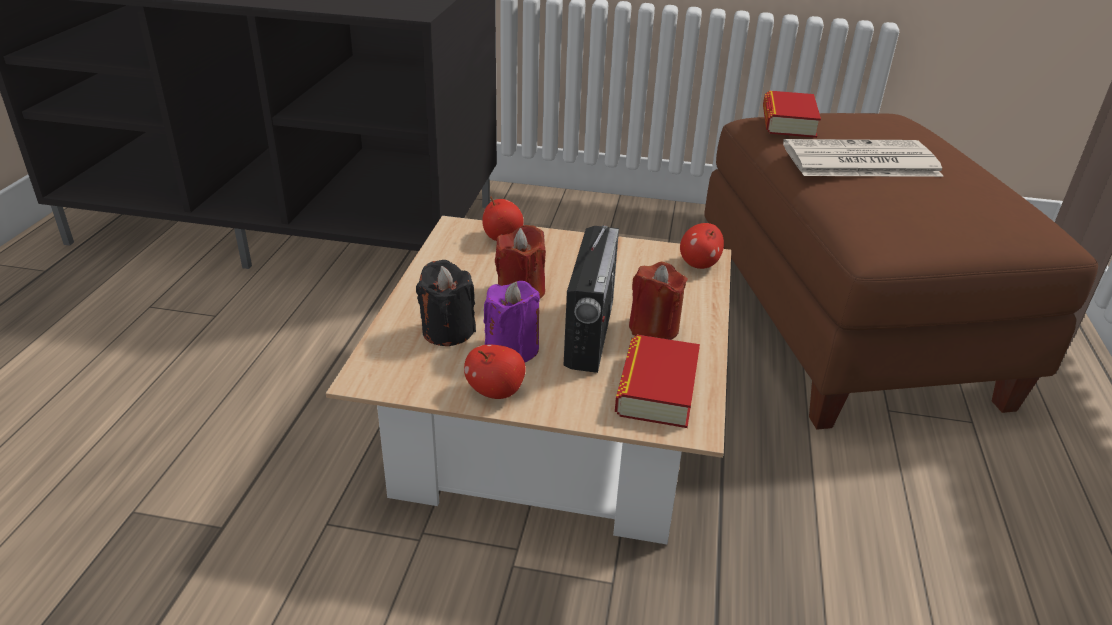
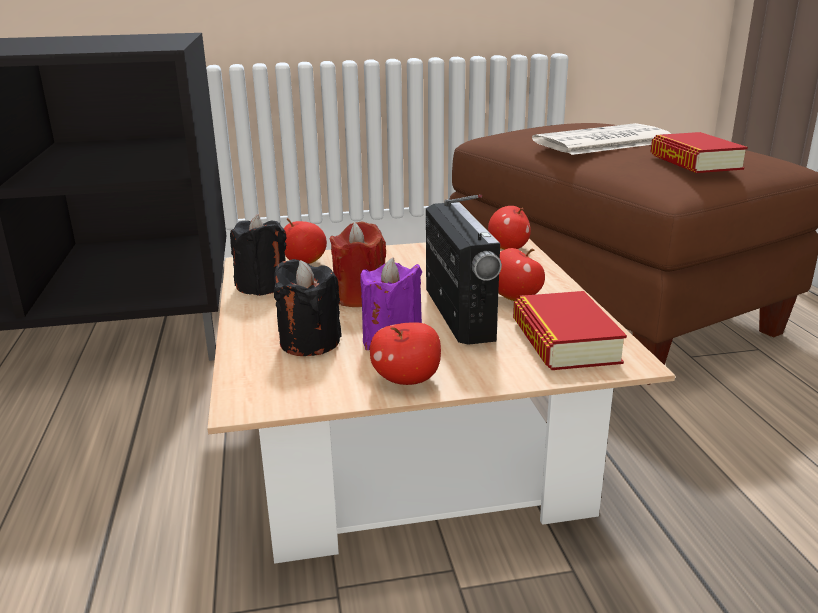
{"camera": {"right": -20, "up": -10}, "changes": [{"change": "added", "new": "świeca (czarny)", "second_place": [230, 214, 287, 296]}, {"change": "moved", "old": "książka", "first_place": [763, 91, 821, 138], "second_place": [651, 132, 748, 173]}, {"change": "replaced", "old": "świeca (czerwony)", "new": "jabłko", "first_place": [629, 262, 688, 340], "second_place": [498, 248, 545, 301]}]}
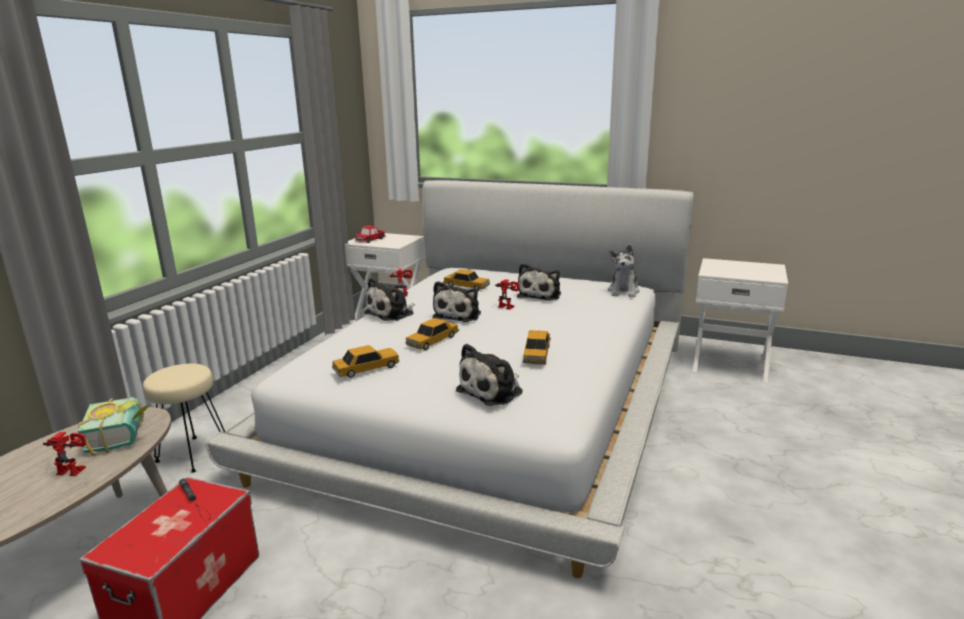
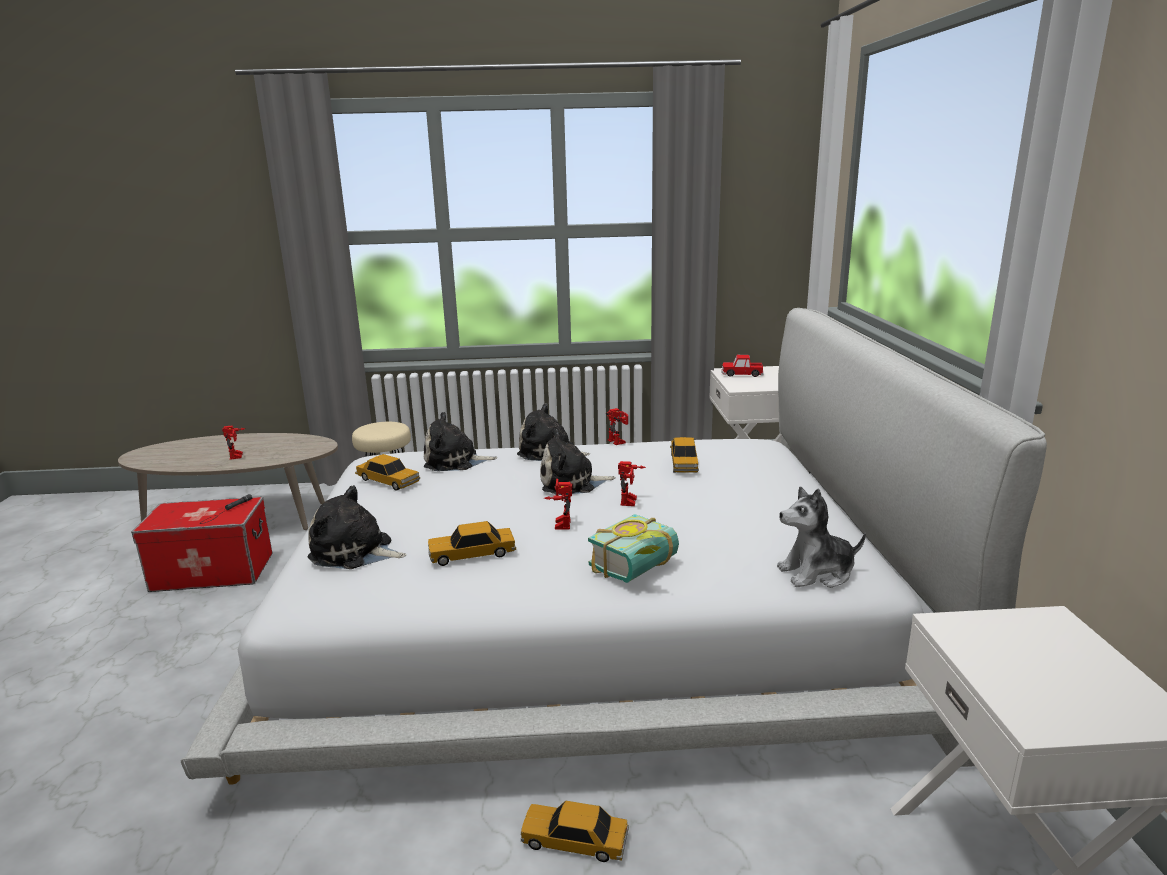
{"camera": {"right": 65, "up": 0}, "changes": [{"change": "added", "new": "robot zabawkowy", "second_place": [544, 479, 572, 530]}, {"change": "moved", "old": "książka", "first_place": [78, 397, 150, 455], "second_place": [588, 514, 679, 583]}, {"change": "moved", "old": "samochodzik", "first_place": [405, 318, 459, 350], "second_place": [521, 801, 629, 862]}, {"change": "moved", "old": "pluszak", "first_place": [517, 263, 561, 301], "second_place": [424, 412, 497, 471]}]}
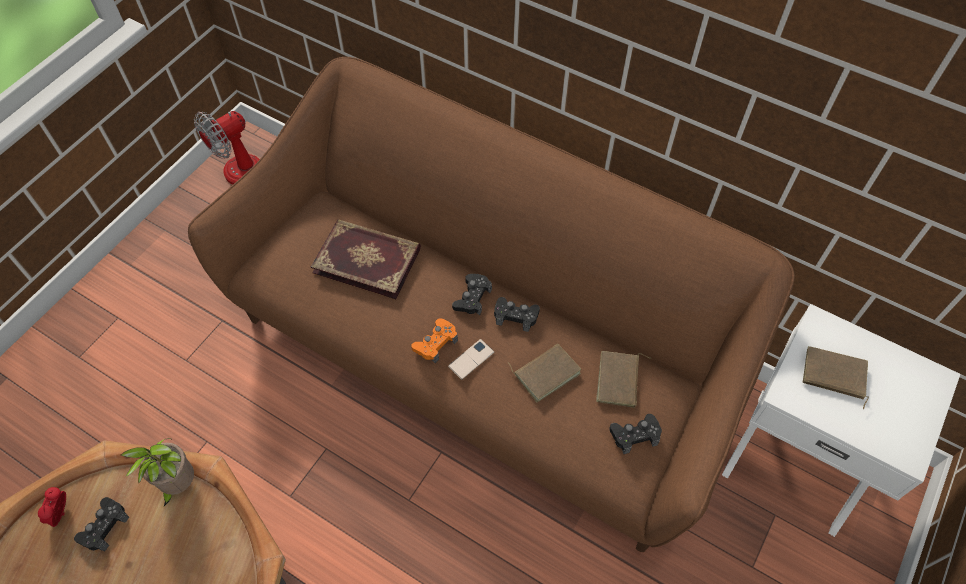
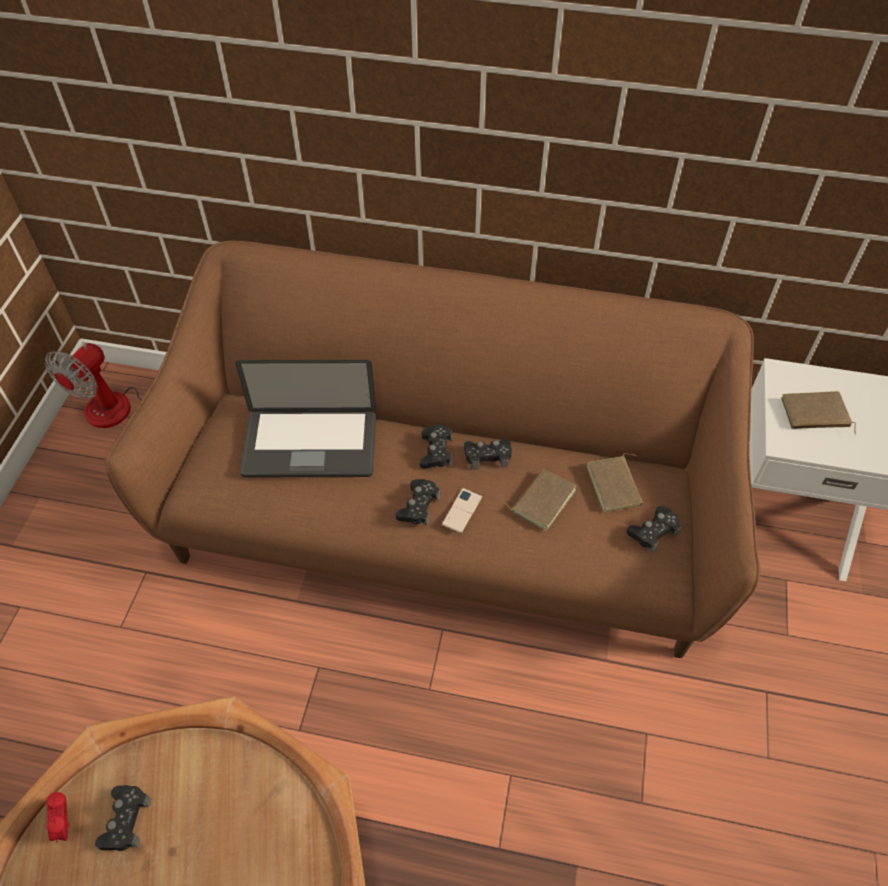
{"camera": {"right": -20, "up": -5}, "changes": [{"change": "removed", "old": "roślina doniczkowa", "first_place": [121, 438, 194, 506]}, {"change": "replaced", "old": "książka", "new": "laptop", "first_place": [311, 219, 421, 299], "second_place": [235, 360, 376, 477]}, {"change": "recoloured", "old": "pad do gier (pomarańczowy)", "new": "pad do gier (czarny)", "first_place": [411, 318, 458, 363], "second_place": [396, 479, 440, 526]}]}
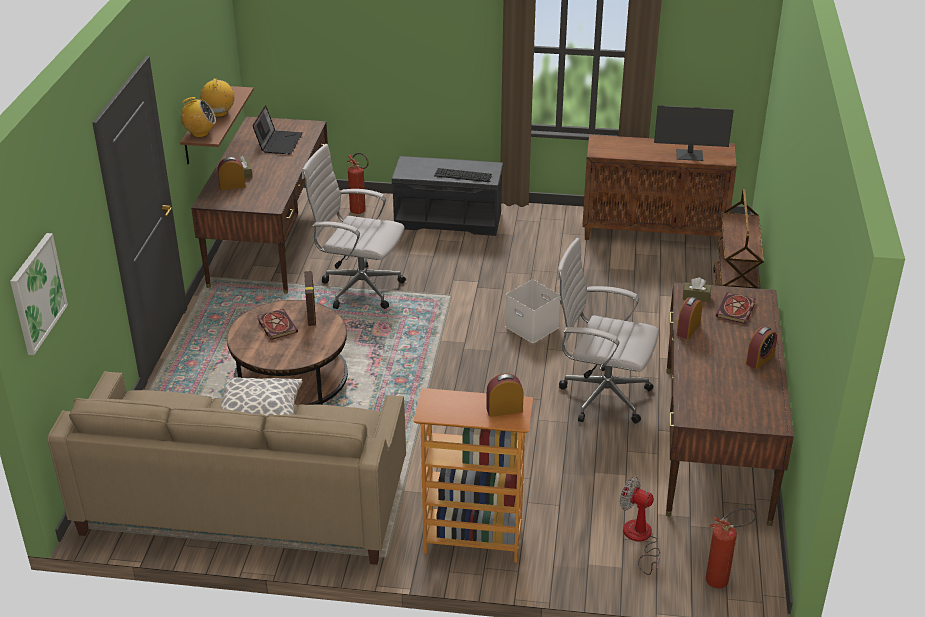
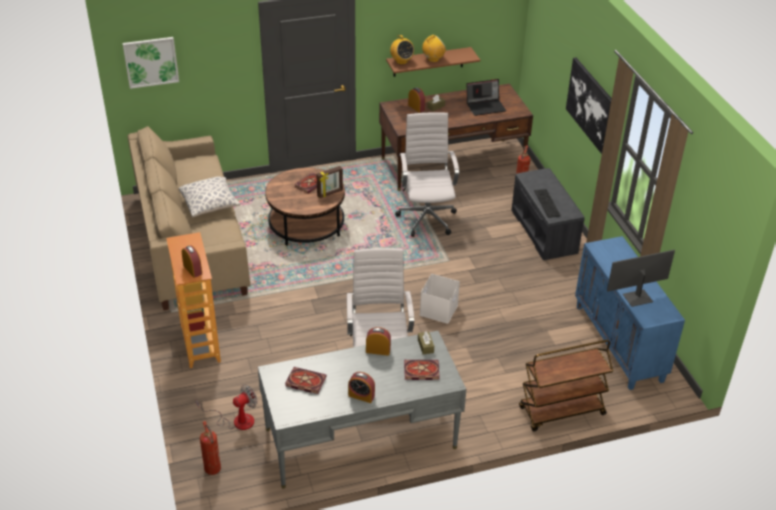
{"camera": {"right": 65, "up": 5}, "changes": [{"change": "added", "new": "książka", "second_place": [285, 367, 327, 394]}, {"change": "added", "new": "obraz", "second_place": [566, 58, 612, 154]}, {"change": "recoloured", "old": "szafka (brązowy)", "new": "szafka (niebieski)", "first_place": [582, 135, 737, 249], "second_place": [575, 236, 685, 390]}, {"change": "recoloured", "old": "biurko (brązowy)", "new": "biurko (szary)", "first_place": [666, 283, 794, 526], "second_place": [258, 331, 466, 489]}, {"change": "turned", "old": "wentylator", "first_place": [620, 477, 660, 575], "second_place": [196, 384, 258, 430], "degrees": 45}, {"change": "turned", "old": "monitor", "first_place": [654, 105, 734, 161], "second_place": [607, 250, 675, 307], "degrees": 90}]}
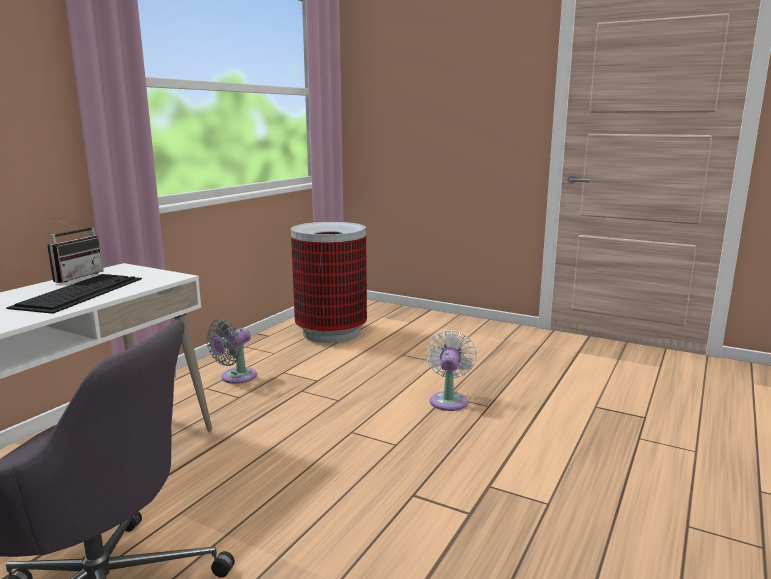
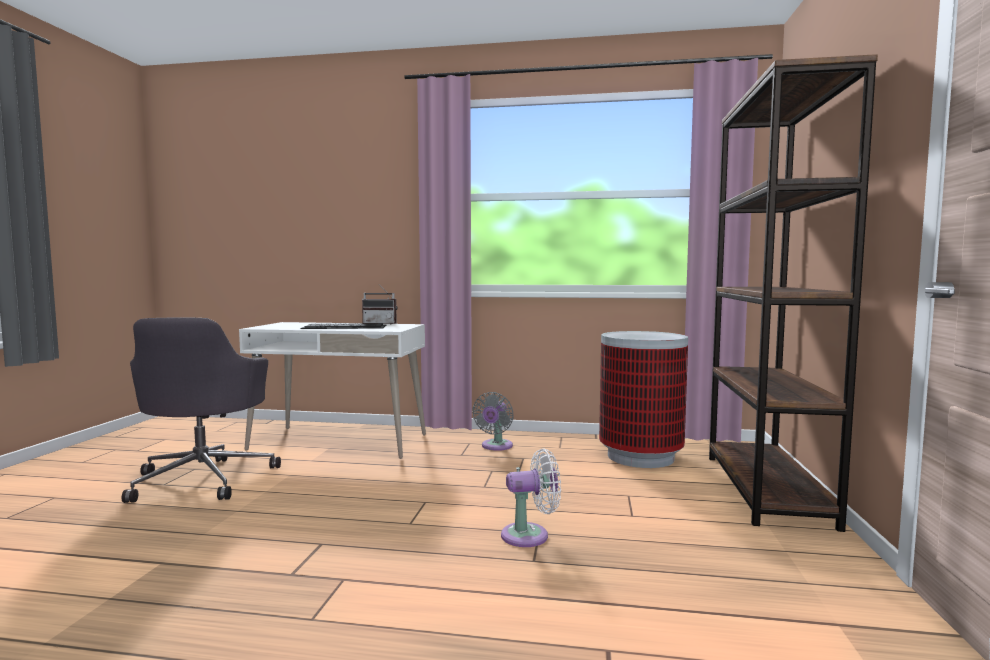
{"camera": {"right": 70, "up": -10}, "changes": [{"change": "added", "new": "regał (brązowy)", "second_place": [709, 54, 878, 532]}, {"change": "turned", "old": "wentylator (szary)", "first_place": [206, 319, 257, 384], "second_place": [472, 392, 514, 451], "degrees": -90}]}
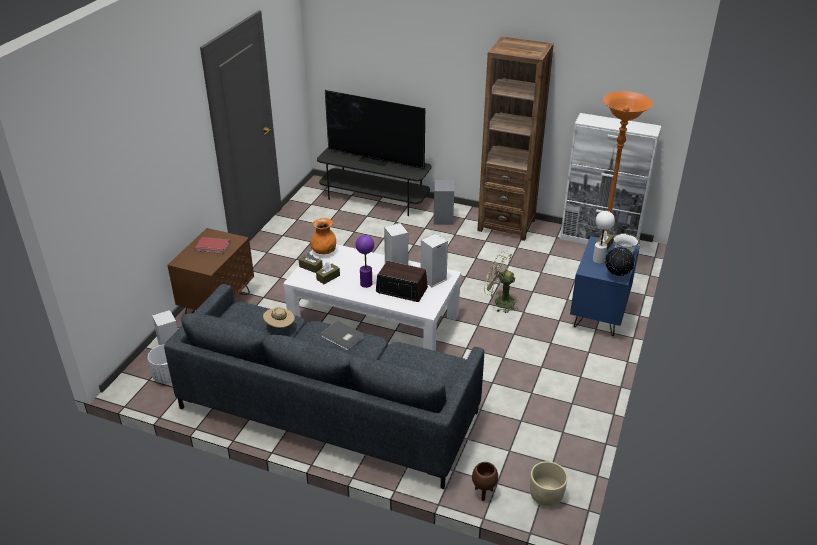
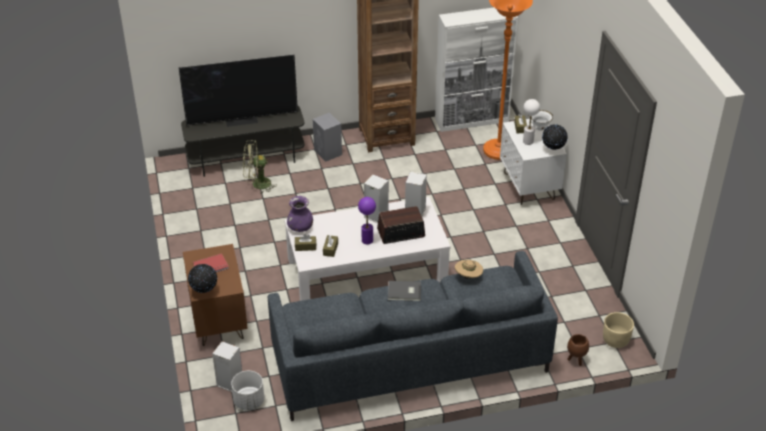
{"camera": {"right": -35, "up": 5}, "changes": [{"change": "added", "new": "globus", "second_place": [188, 264, 217, 293]}, {"change": "moved", "old": "kapelusz (beżowy)", "first_place": [263, 307, 295, 328], "second_place": [455, 259, 483, 279]}, {"change": "moved", "old": "wentylator (zielony)", "first_place": [484, 251, 519, 313], "second_place": [243, 140, 276, 194]}, {"change": "recoloured", "old": "wazon (pomarańczowy)", "new": "wazon (fioletowy)", "first_place": [310, 218, 336, 254], "second_place": [287, 196, 313, 232]}, {"change": "recoloured", "old": "szafka nocna (niebieski)", "new": "szafka nocna (biały)", "first_place": [570, 236, 640, 336], "second_place": [500, 119, 567, 205]}]}
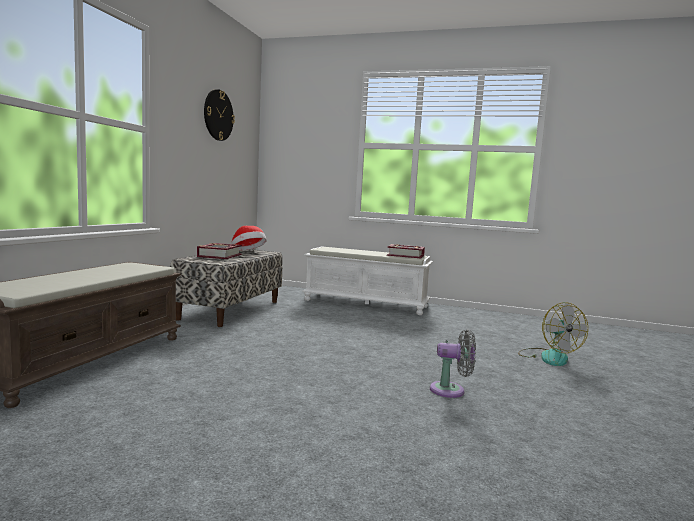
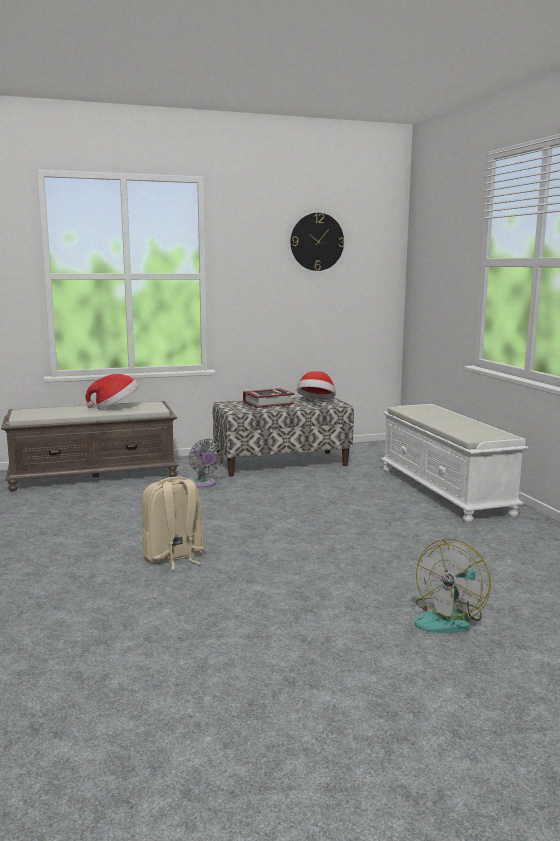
{"camera": {"right": 55, "up": 5}, "changes": [{"change": "removed", "old": "książka", "first_place": [387, 244, 425, 259]}, {"change": "added", "new": "kapelusz", "second_place": [85, 374, 139, 409]}, {"change": "added", "new": "plecak (beżowy)", "second_place": [142, 477, 205, 570]}, {"change": "moved", "old": "wentylator (szary)", "first_place": [430, 329, 476, 398], "second_place": [189, 438, 224, 488]}]}
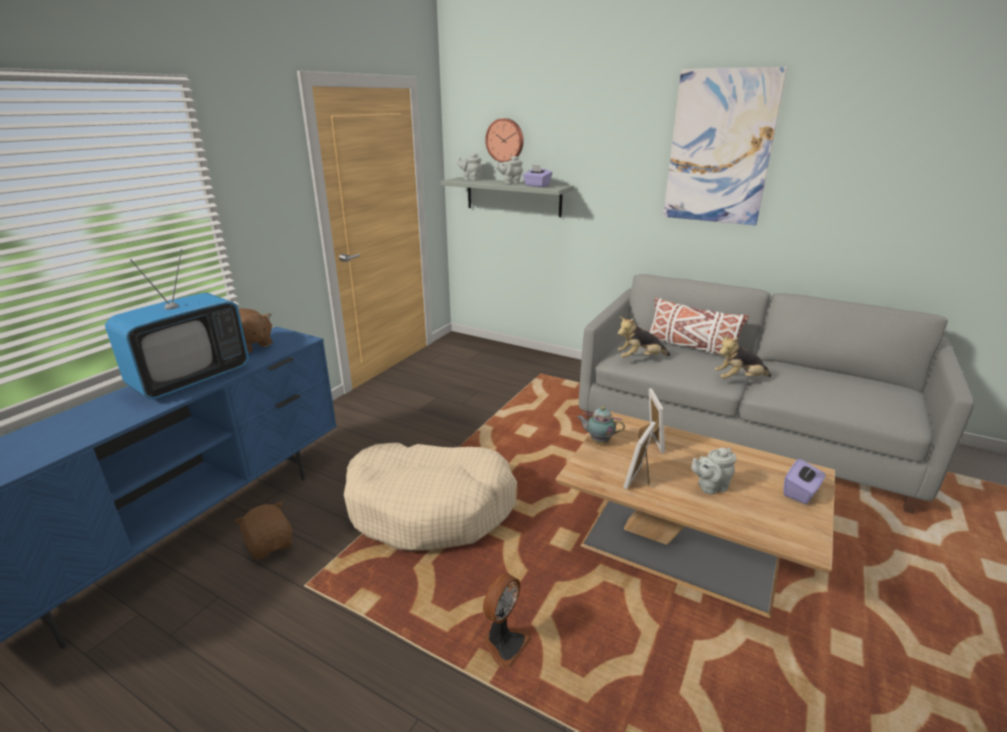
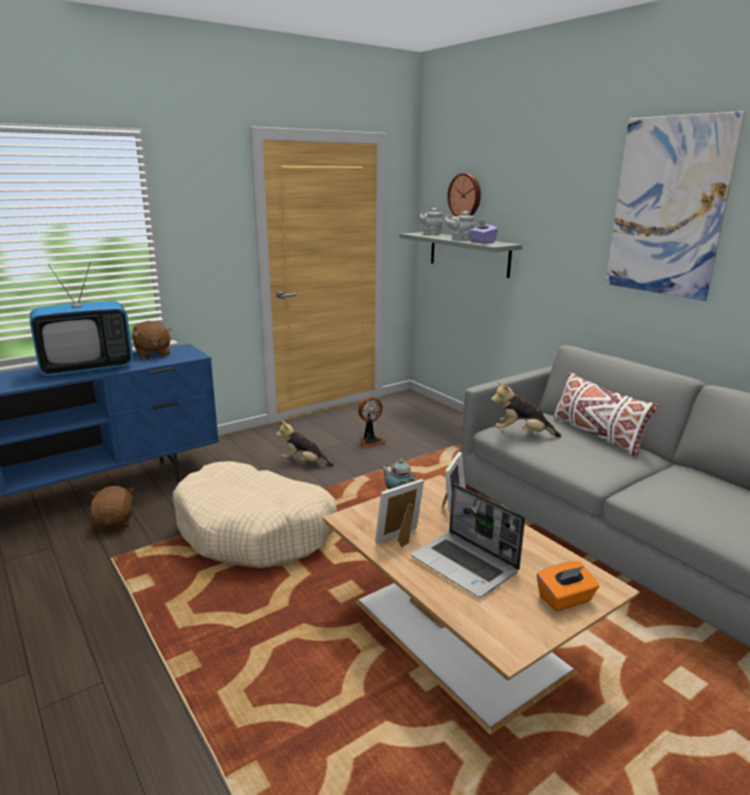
{"camera": {"right": 25, "up": -5}, "changes": [{"change": "moved", "old": "wentylator", "first_place": [483, 573, 532, 669], "second_place": [358, 396, 386, 448]}, {"change": "moved", "old": "pluszak", "first_place": [715, 335, 771, 379], "second_place": [276, 420, 334, 466]}, {"change": "replaced", "old": "imbryk (szary)", "new": "laptop", "first_place": [691, 447, 737, 494], "second_place": [411, 483, 525, 598]}, {"change": "recoloured", "old": "pudełko chusteczek (fioletowy)", "new": "pudełko chusteczek (pomarańczowy)", "first_place": [783, 459, 826, 504], "second_place": [537, 561, 600, 611]}]}
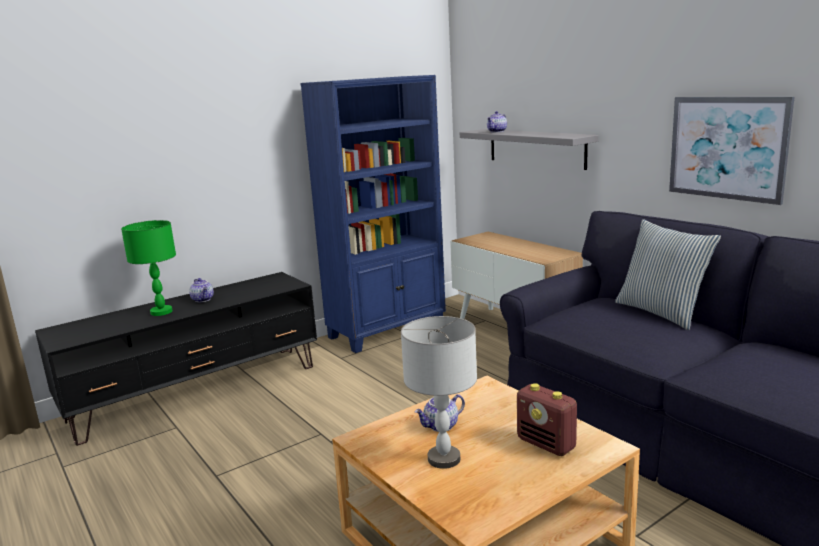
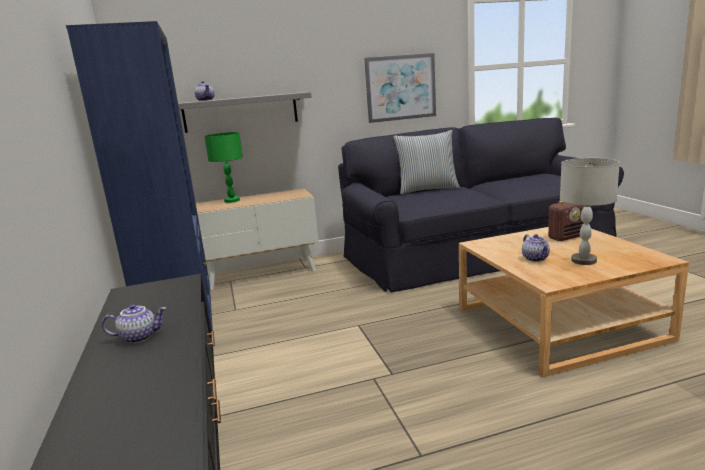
{"camera": {"right": -70, "up": 0}, "changes": [{"change": "moved", "old": "lampa stołowa (zielony)", "first_place": [121, 220, 176, 316], "second_place": [204, 132, 243, 203]}]}
